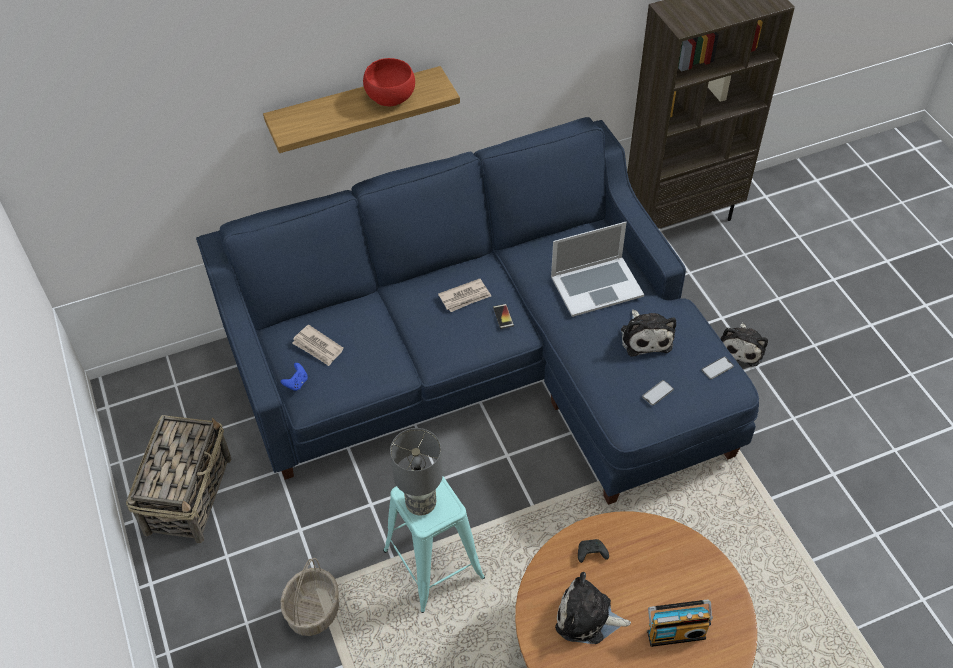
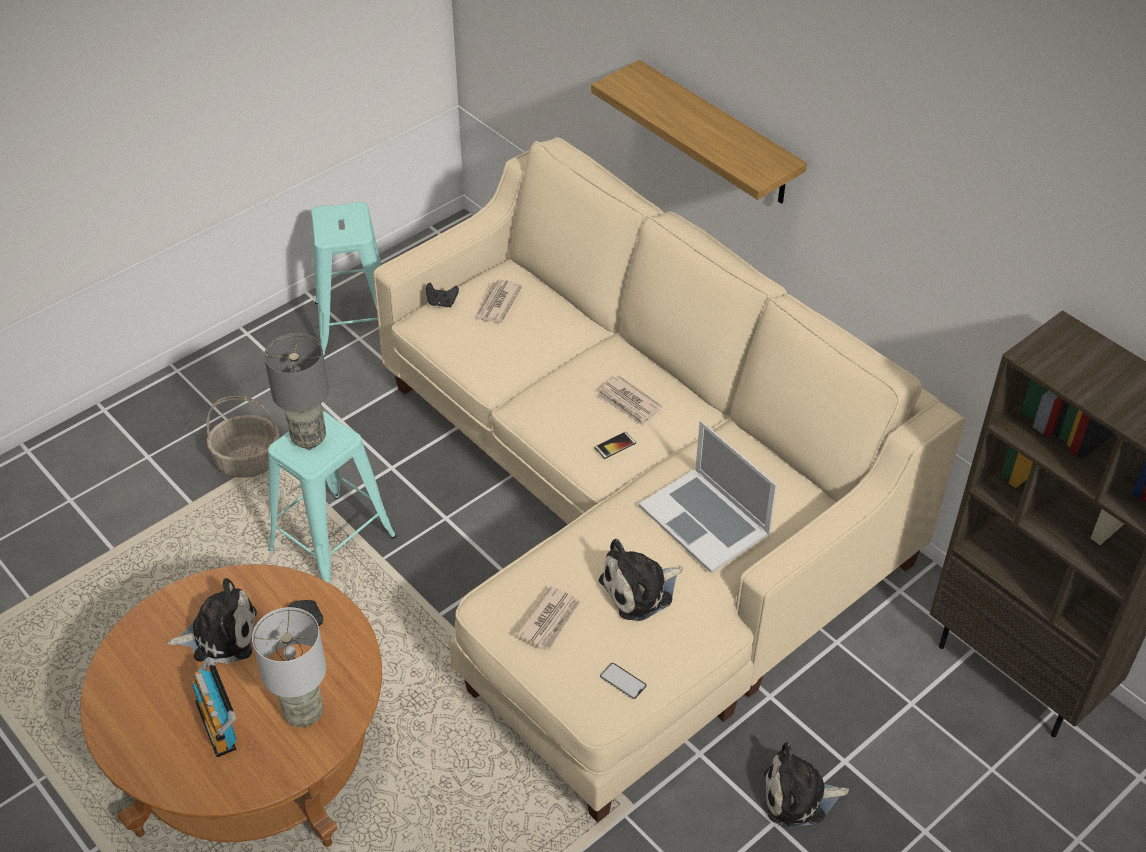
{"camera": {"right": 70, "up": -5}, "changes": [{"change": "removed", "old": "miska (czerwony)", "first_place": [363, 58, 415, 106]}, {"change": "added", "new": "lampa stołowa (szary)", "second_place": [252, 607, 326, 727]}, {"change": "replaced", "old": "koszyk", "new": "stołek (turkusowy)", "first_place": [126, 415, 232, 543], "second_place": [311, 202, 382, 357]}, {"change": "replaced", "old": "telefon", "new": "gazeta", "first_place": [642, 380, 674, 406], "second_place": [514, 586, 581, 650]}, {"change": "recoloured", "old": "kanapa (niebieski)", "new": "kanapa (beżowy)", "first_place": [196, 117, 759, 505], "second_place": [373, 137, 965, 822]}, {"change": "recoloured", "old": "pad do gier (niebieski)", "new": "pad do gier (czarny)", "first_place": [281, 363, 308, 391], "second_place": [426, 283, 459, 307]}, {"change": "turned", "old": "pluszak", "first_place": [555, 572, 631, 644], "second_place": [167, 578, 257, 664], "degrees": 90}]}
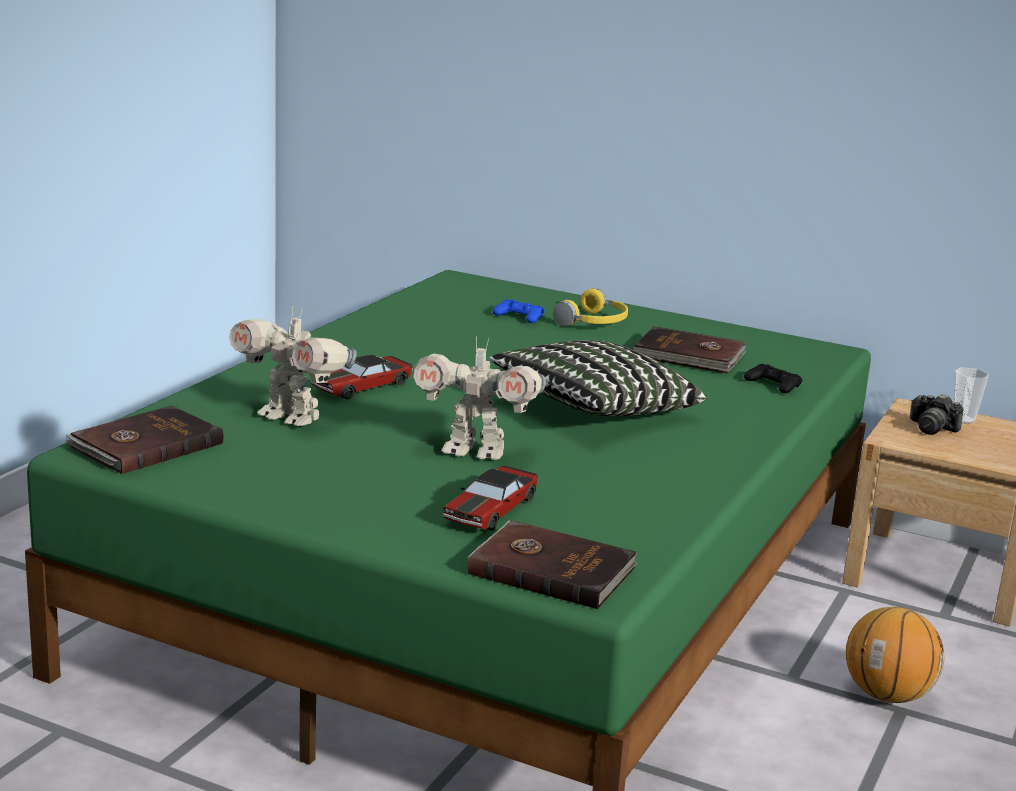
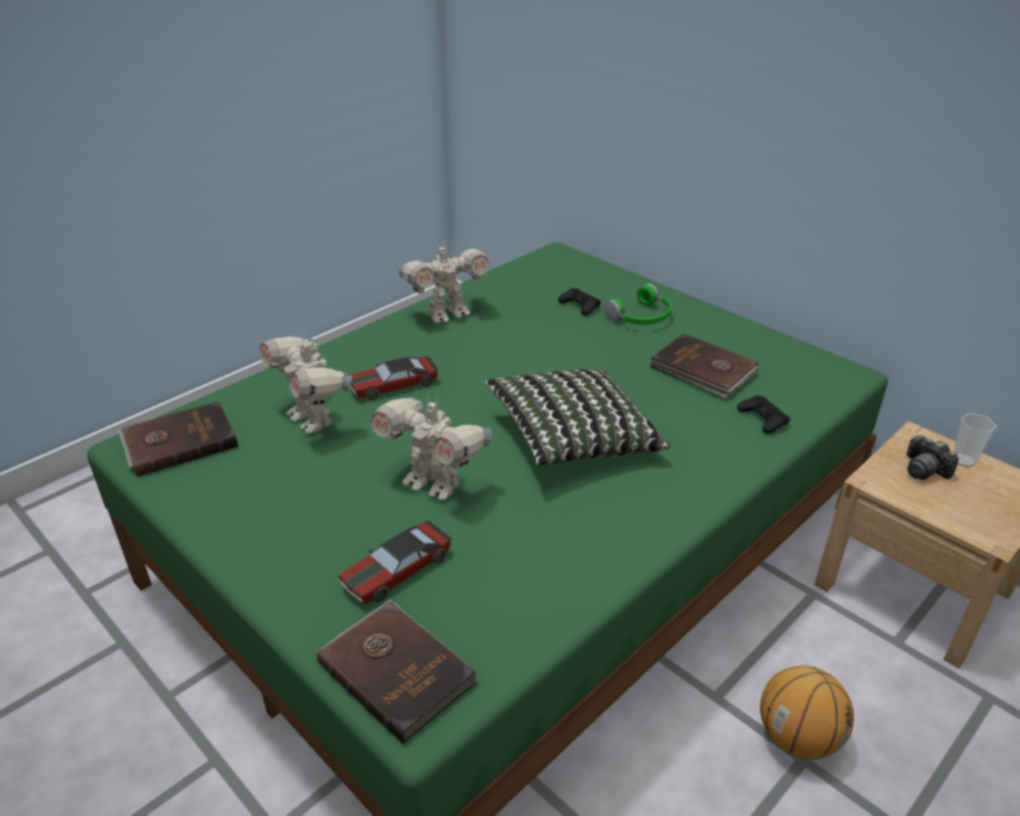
{"camera": {"right": 20, "up": 15}, "changes": [{"change": "added", "new": "robot zabawkowy", "second_place": [398, 239, 489, 323]}, {"change": "recoloured", "old": "pad do gier (niebieski)", "new": "pad do gier (czarny)", "first_place": [493, 299, 544, 323], "second_place": [558, 288, 601, 315]}, {"change": "recoloured", "old": "słuchawki (żółty)", "new": "słuchawki (zielony)", "first_place": [553, 288, 628, 326], "second_place": [604, 284, 672, 325]}]}
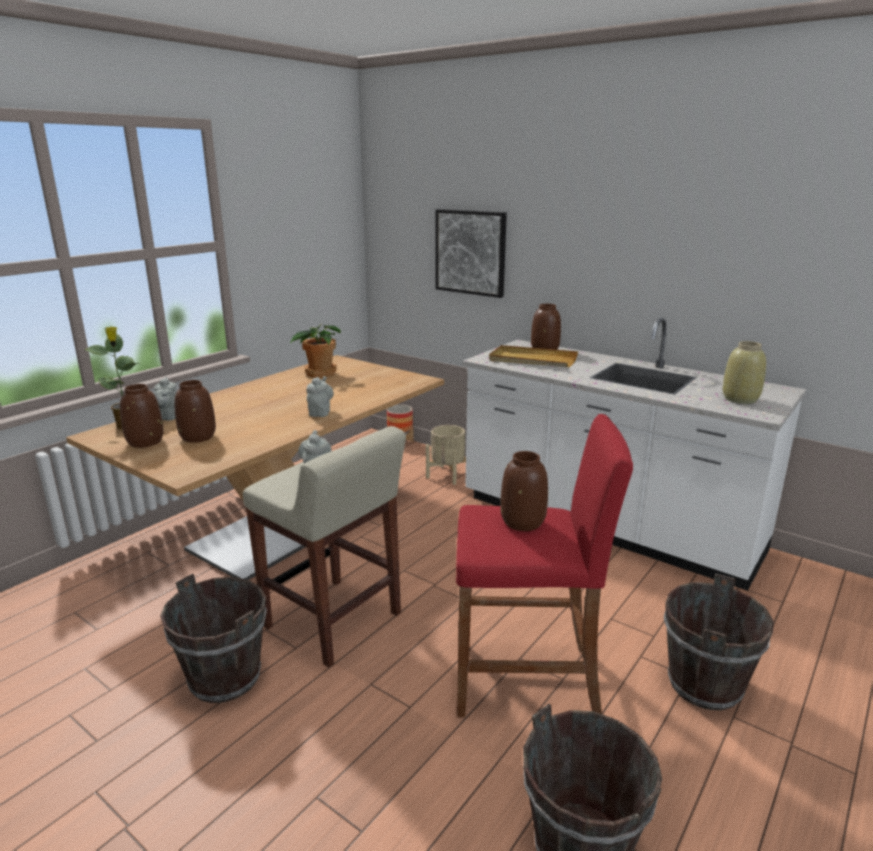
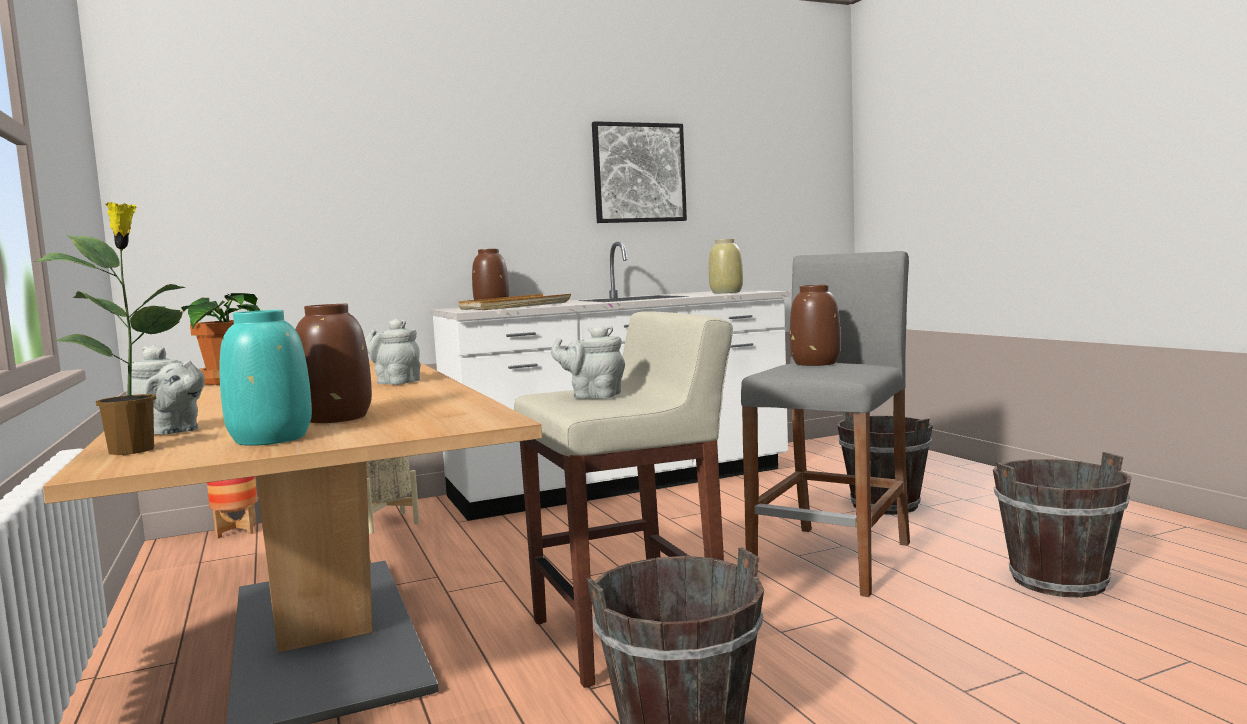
{"camera": {"right": -60, "up": -15}, "changes": [{"change": "moved", "old": "obraz", "first_place": [436, 209, 507, 298], "second_place": [592, 121, 687, 223]}, {"change": "recoloured", "old": "wazon (brązowy)", "new": "wazon (turkusowy)", "first_place": [120, 384, 164, 448], "second_place": [219, 310, 312, 446]}, {"change": "recoloured", "old": "stołek (czerwony)", "new": "stołek (szary)", "first_place": [456, 414, 633, 717], "second_place": [741, 251, 910, 597]}]}
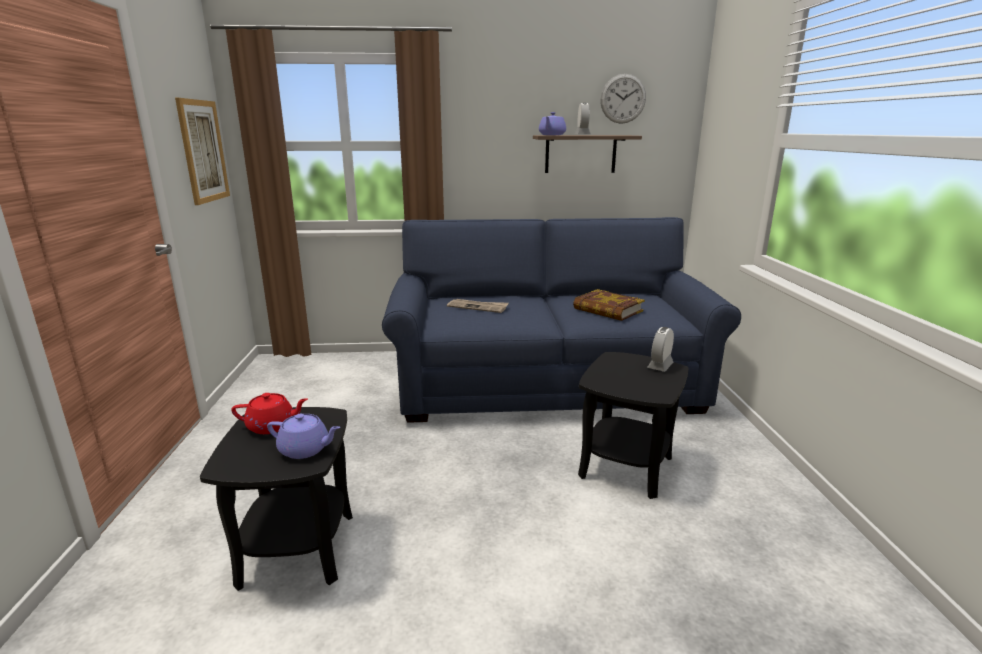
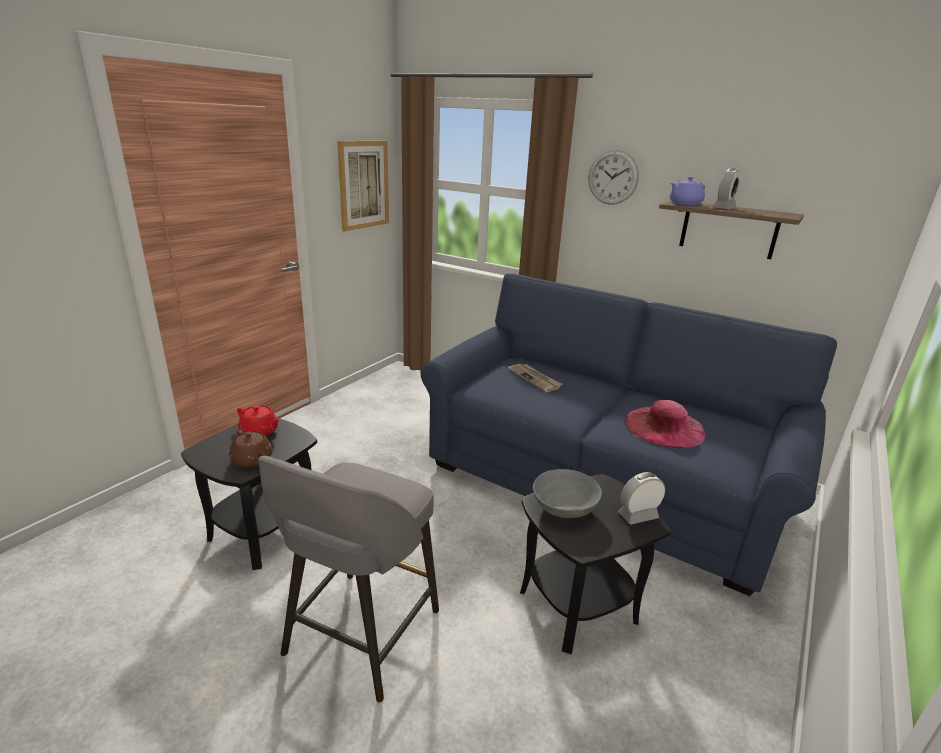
{"camera": {"right": 35, "up": 5}, "changes": [{"change": "added", "new": "stołek (szary)", "second_place": [258, 456, 439, 702]}, {"change": "added", "new": "miska (szary)", "second_place": [533, 469, 602, 518]}, {"change": "moved", "old": "zegar ścienny", "first_place": [600, 74, 646, 124], "second_place": [589, 150, 639, 205]}, {"change": "replaced", "old": "książka", "new": "kapelusz (różowy)", "first_place": [573, 289, 645, 321], "second_place": [624, 400, 705, 448]}, {"change": "recoloured", "old": "imbryk (fioletowy)", "new": "imbryk (brązowy)", "first_place": [267, 414, 340, 459], "second_place": [229, 430, 273, 468]}]}
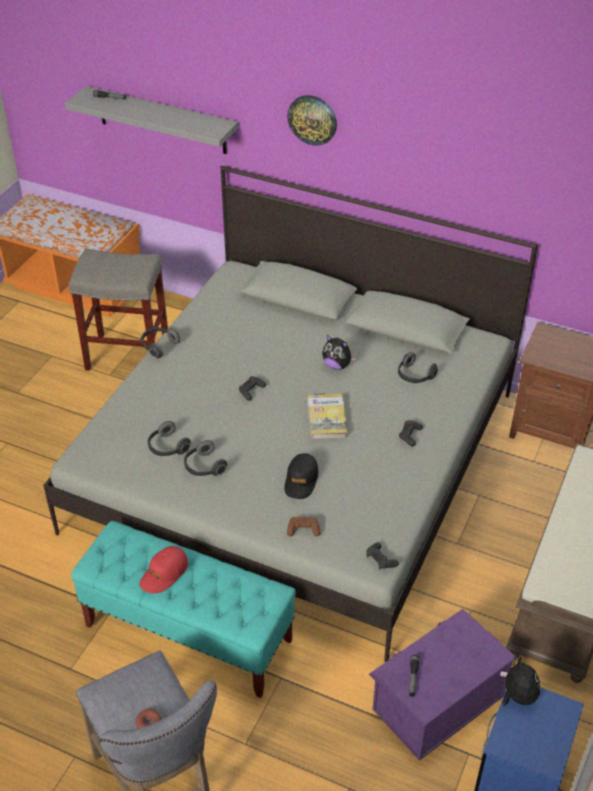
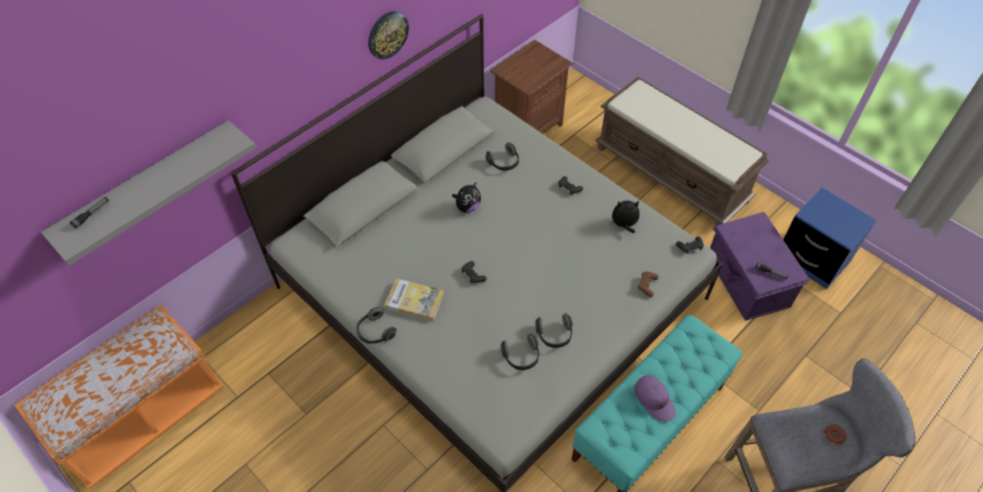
{"camera": {"right": -70, "up": 10}, "changes": [{"change": "removed", "old": "stołek (szary)", "first_place": [69, 248, 168, 371]}, {"change": "removed", "old": "czapka z daszkiem (czarny)", "first_place": [284, 453, 318, 499]}, {"change": "moved", "old": "zegar ścienny", "first_place": [287, 95, 337, 146], "second_place": [368, 11, 409, 60]}, {"change": "moved", "old": "książka", "first_place": [307, 394, 348, 439], "second_place": [384, 278, 444, 321]}, {"change": "moved", "old": "pluszak", "first_place": [500, 656, 540, 707], "second_place": [611, 201, 640, 233]}, {"change": "recoloured", "old": "czapka z daszkiem (czerwony)", "new": "czapka z daszkiem (fioletowy)", "first_place": [139, 546, 188, 594], "second_place": [634, 375, 676, 422]}]}
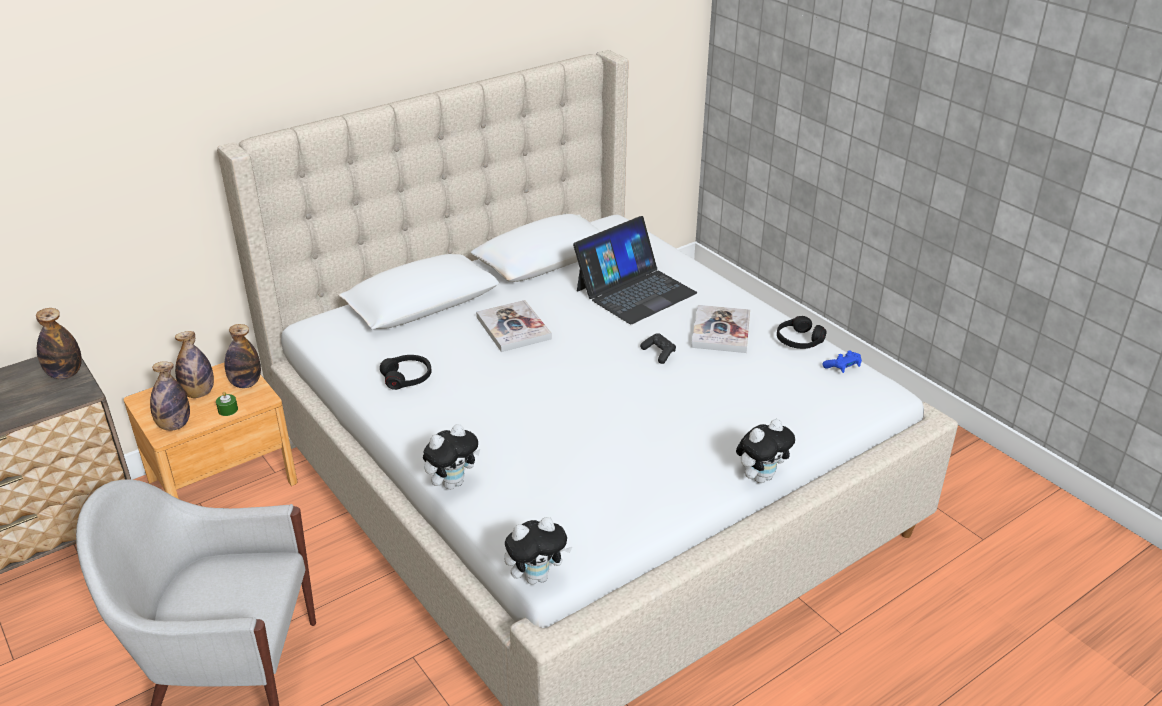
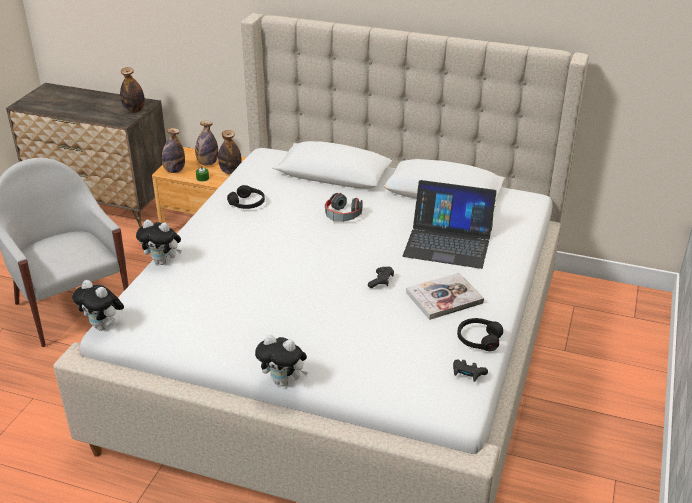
{"camera": {"right": 55, "up": 0}, "changes": [{"change": "replaced", "old": "książka", "new": "słuchawki", "first_place": [476, 300, 552, 352], "second_place": [325, 193, 363, 222]}, {"change": "recoloured", "old": "pad do gier (niebieski)", "new": "pad do gier (czarny)", "first_place": [823, 351, 862, 373], "second_place": [453, 359, 488, 382]}]}
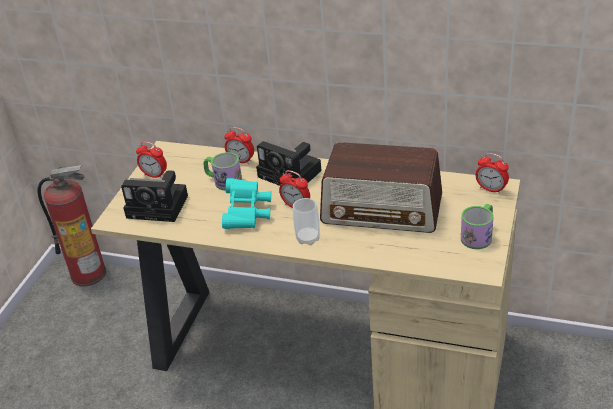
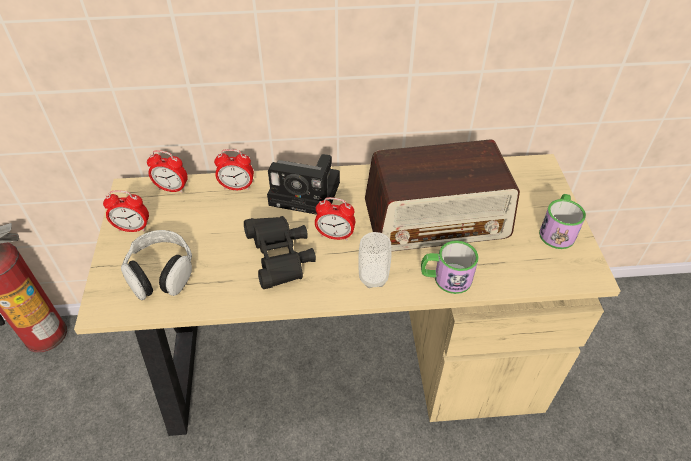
{"camera": {"right": -25, "up": 10}, "changes": [{"change": "moved", "old": "kubek", "first_place": [204, 152, 242, 190], "second_place": [421, 240, 478, 294]}, {"change": "moved", "old": "budzik", "first_place": [476, 153, 509, 194], "second_place": [147, 150, 188, 193]}, {"change": "replaced", "old": "aparat fotograficzny", "new": "słuchawki", "first_place": [121, 170, 188, 222], "second_place": [121, 230, 192, 300]}, {"change": "recoloured", "old": "lornetka (turkusowy)", "new": "lornetka (czarny)", "first_place": [222, 178, 271, 229], "second_place": [244, 216, 316, 289]}]}
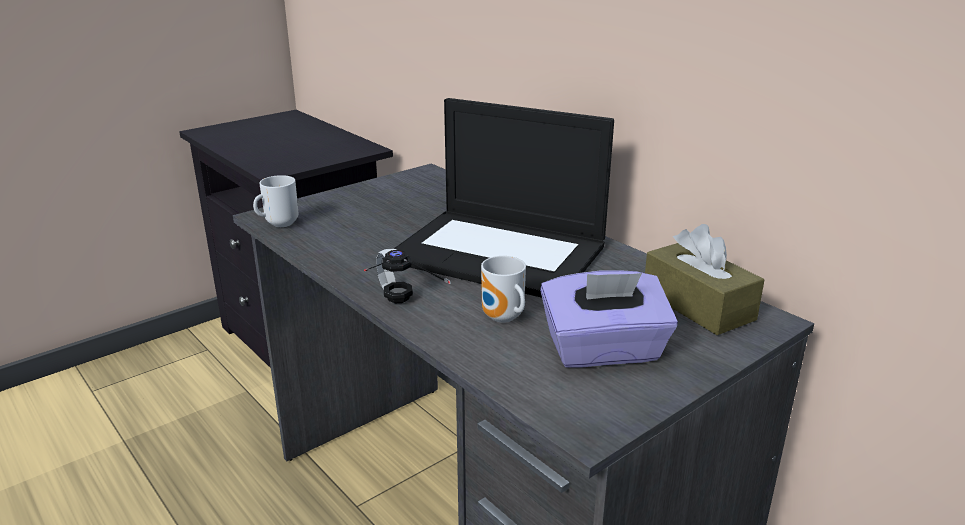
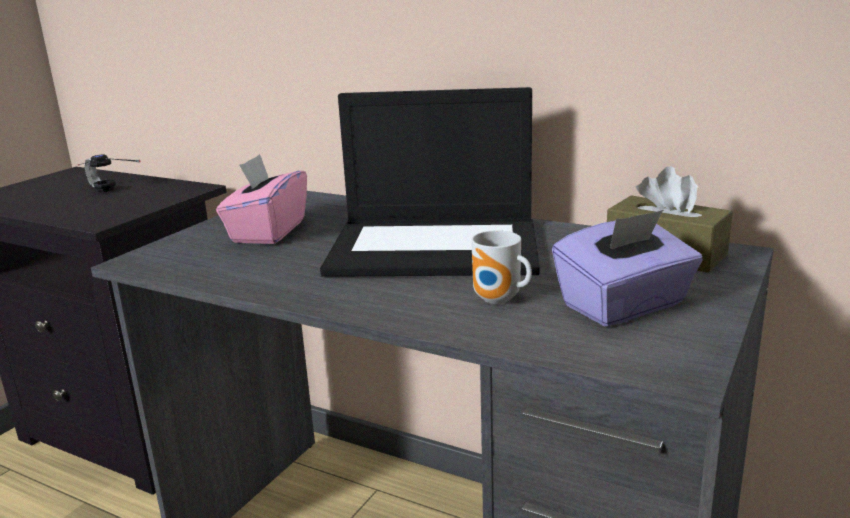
{"camera": {"right": -20, "up": -5}, "changes": [{"change": "removed", "old": "kubek", "first_place": [253, 175, 298, 227]}, {"change": "added", "new": "pudełko chusteczek (różowy)", "second_place": [216, 154, 307, 244]}, {"change": "moved", "old": "słuchawki", "first_place": [364, 249, 450, 304], "second_place": [78, 155, 141, 192]}]}
